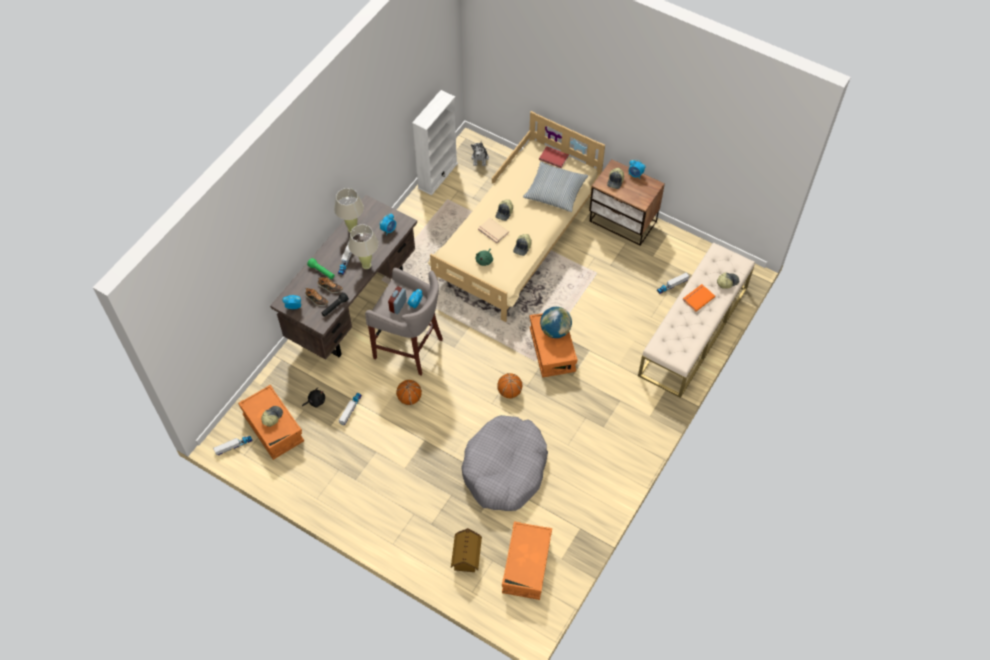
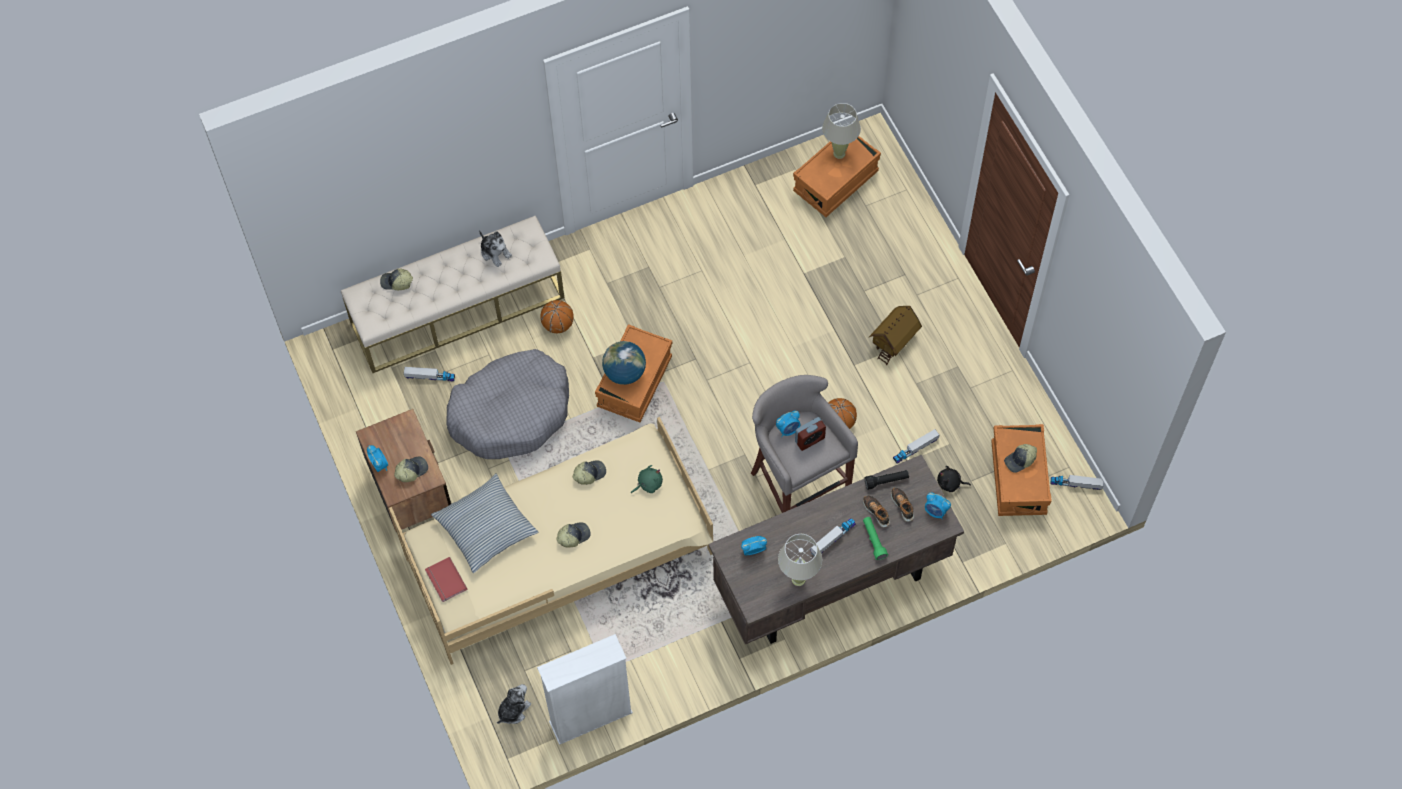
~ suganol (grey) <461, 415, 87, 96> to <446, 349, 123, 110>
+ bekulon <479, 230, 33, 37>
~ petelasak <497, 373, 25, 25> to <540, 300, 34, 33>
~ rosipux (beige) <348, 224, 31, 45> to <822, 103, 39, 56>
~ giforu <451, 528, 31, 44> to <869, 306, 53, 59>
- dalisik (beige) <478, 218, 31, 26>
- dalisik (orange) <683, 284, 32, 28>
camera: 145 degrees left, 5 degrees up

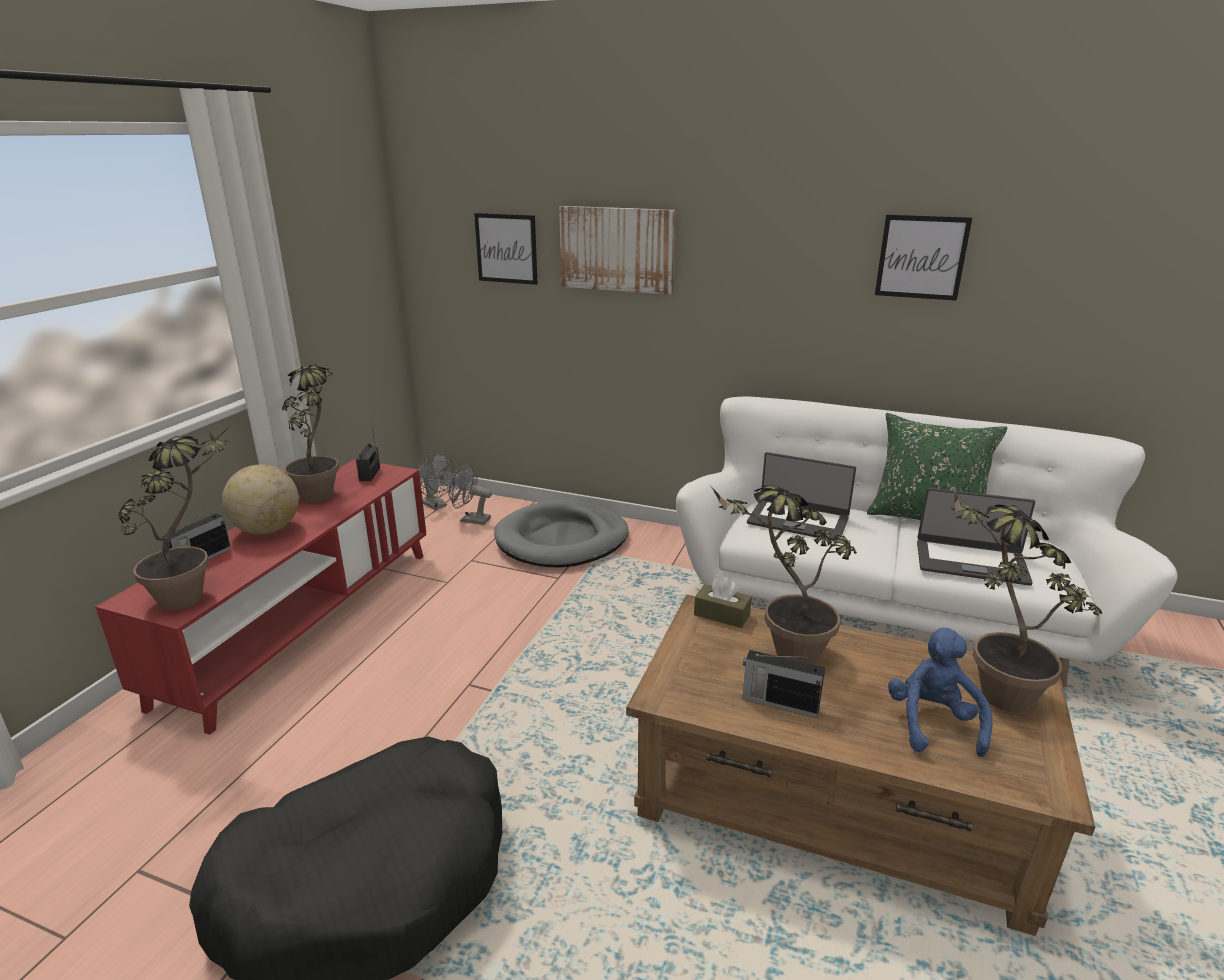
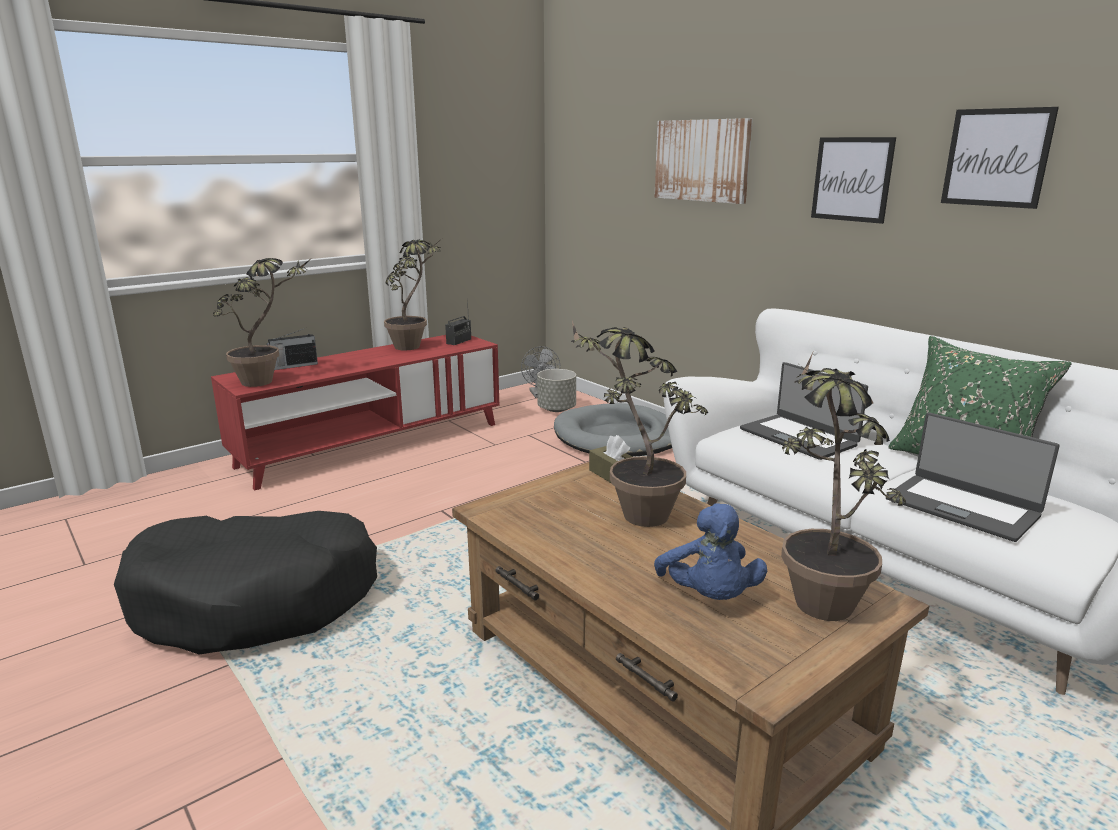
~ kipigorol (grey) <448, 464, 44, 61> to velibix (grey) <537, 369, 39, 43>
~ bekulon (blue) <888, 628, 105, 129> = <654, 504, 113, 96> 135 degrees clockwise
~ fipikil <474, 213, 64, 72> to <811, 137, 85, 87>
- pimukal <222, 465, 77, 69>
- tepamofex <743, 650, 82, 68>
camera: 30 degrees right, 5 degrees down

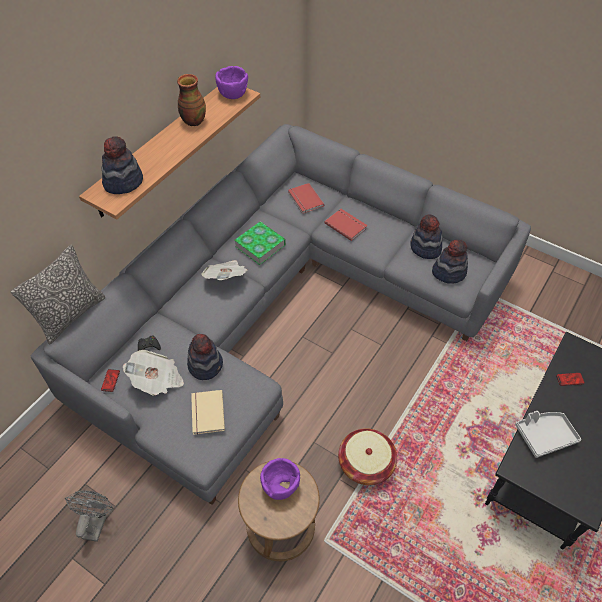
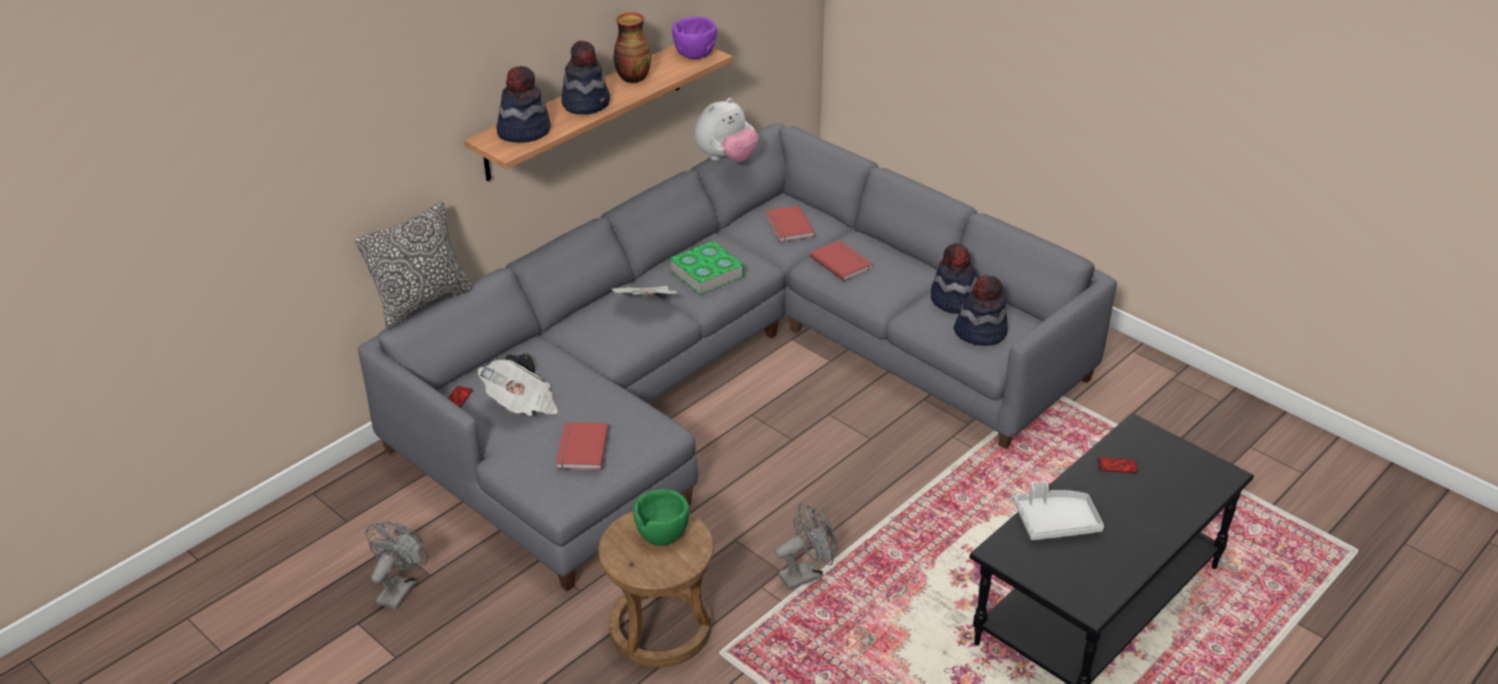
~ dalisik (beige) <191, 390, 34, 45> to dalisik (red) <556, 422, 53, 48>
~ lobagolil <187, 334, 36, 46> to <561, 40, 49, 74>
~ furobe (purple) <260, 458, 40, 42> to furobe (green) <634, 489, 55, 57>
+ bekulon <695, 97, 64, 65>
~ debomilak <338, 428, 59, 57> to kipigorol (grey) <775, 504, 62, 86>
camera: 10 degrees right, 15 degrees down

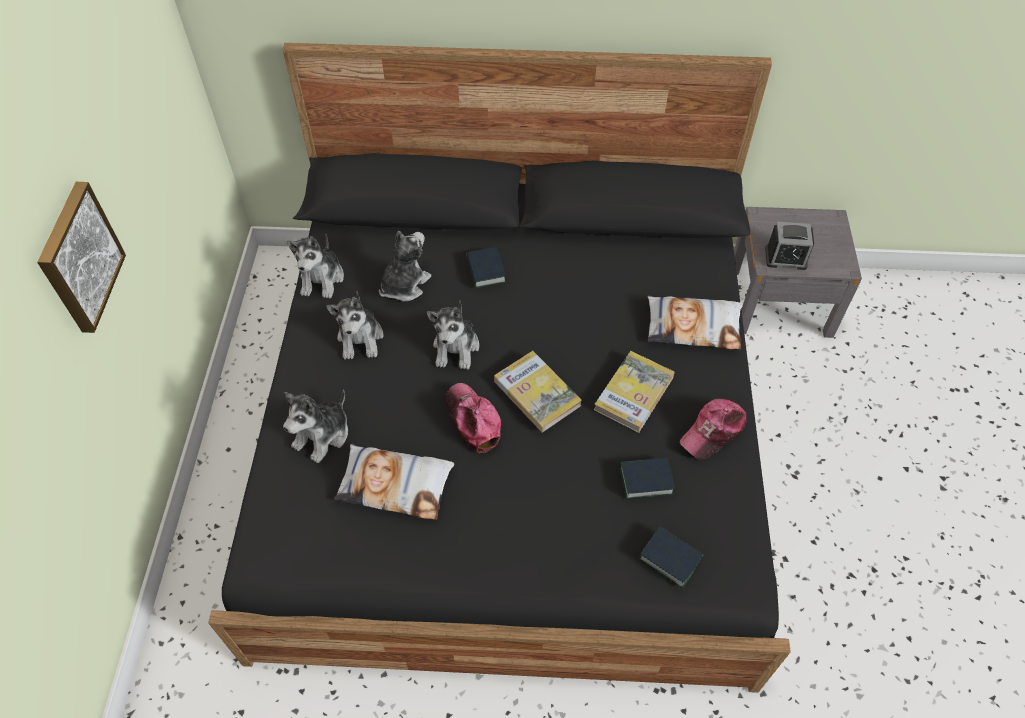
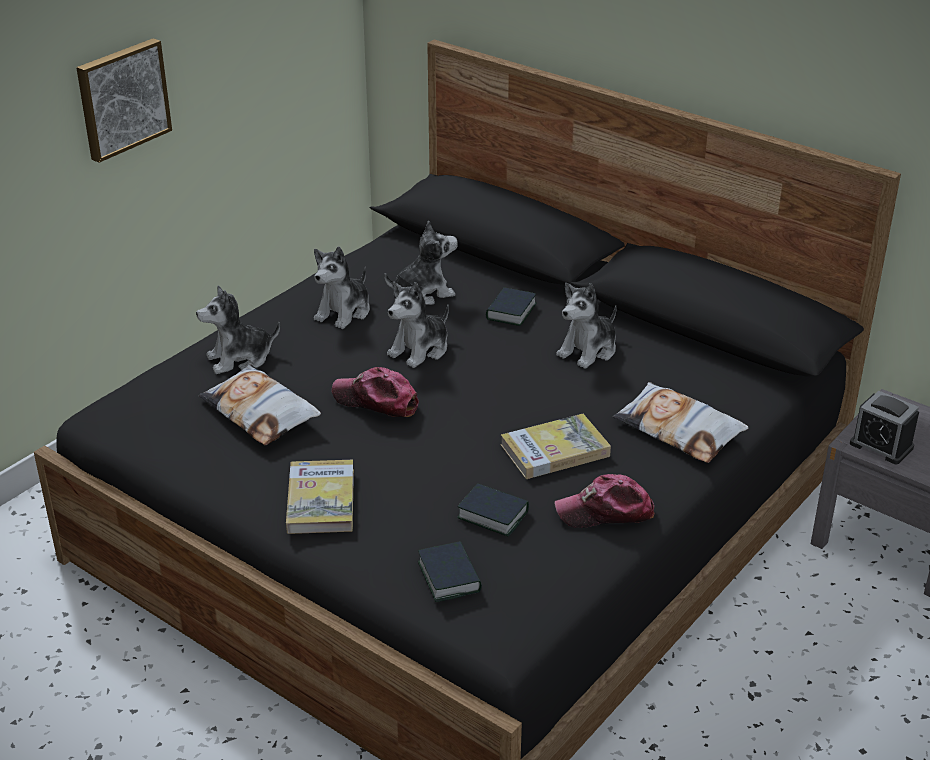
~ dalisik <494, 351, 88, 82> to <286, 460, 68, 74>
~ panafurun <446, 383, 55, 70> = <332, 367, 87, 50> 75 degrees counterclockwise
~ bekulon <286, 234, 58, 64> to <556, 283, 61, 86>
camera: 35 degrees right, 20 degrees down

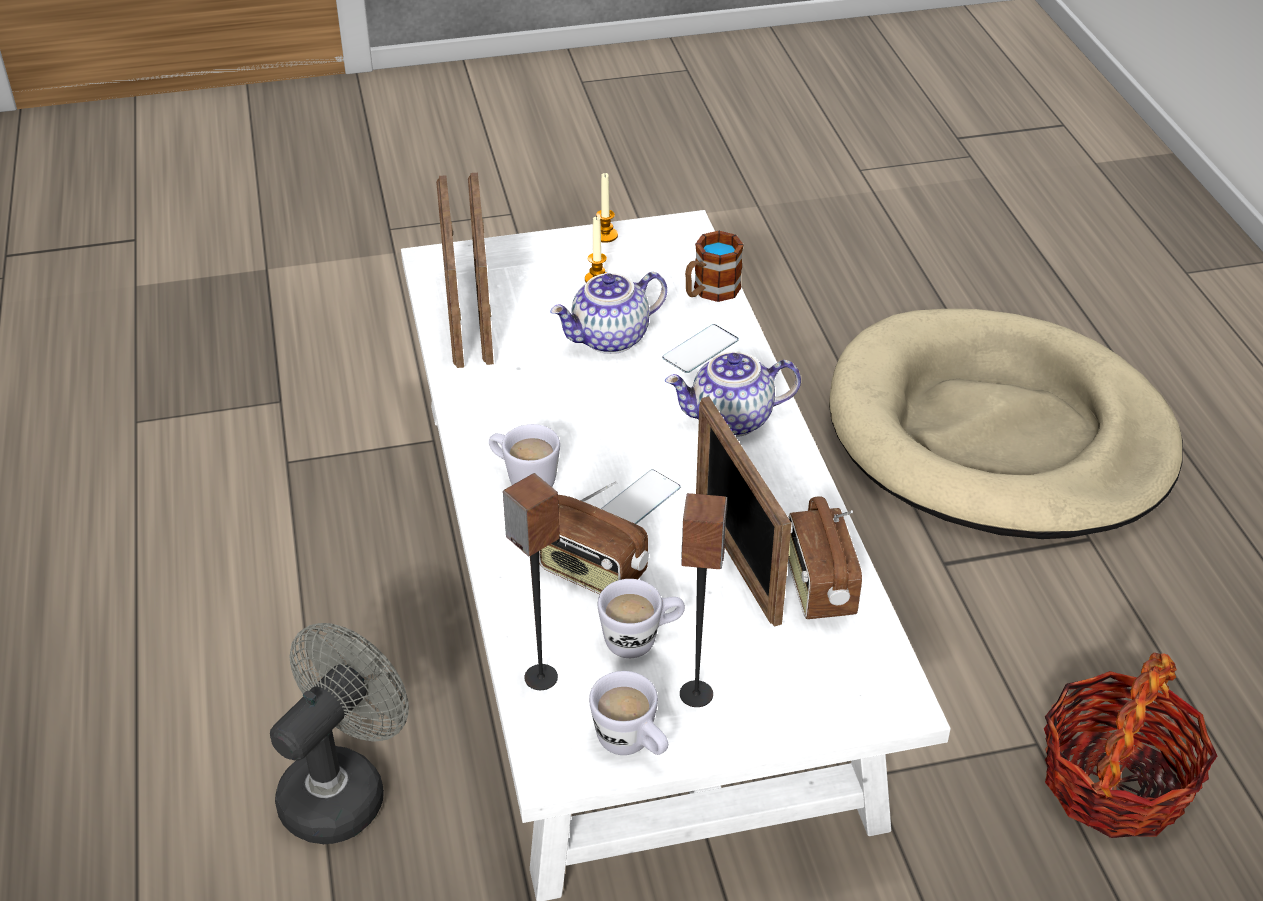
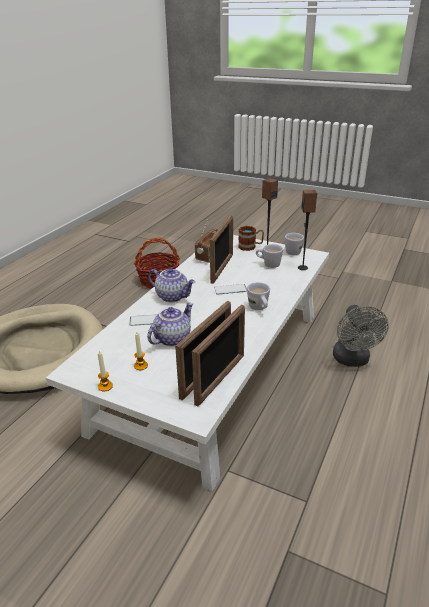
~ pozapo <550, 272, 117, 82> = <147, 303, 46, 43> 60 degrees counterclockwise
~ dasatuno <685, 231, 59, 71> to <238, 226, 26, 25>
~ kipigorol (grey) <270, 623, 139, 221> = <333, 305, 56, 62> 75 degrees counterclockwise
- tepamofex <539, 481, 110, 113>
camera: 140 degrees left, 10 degrees down

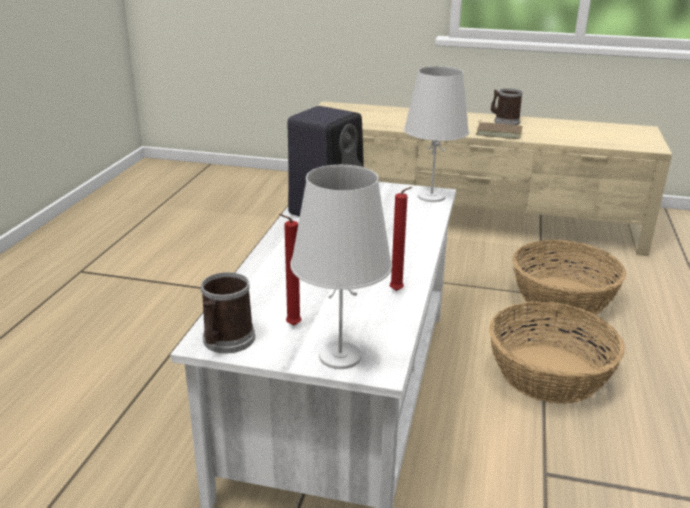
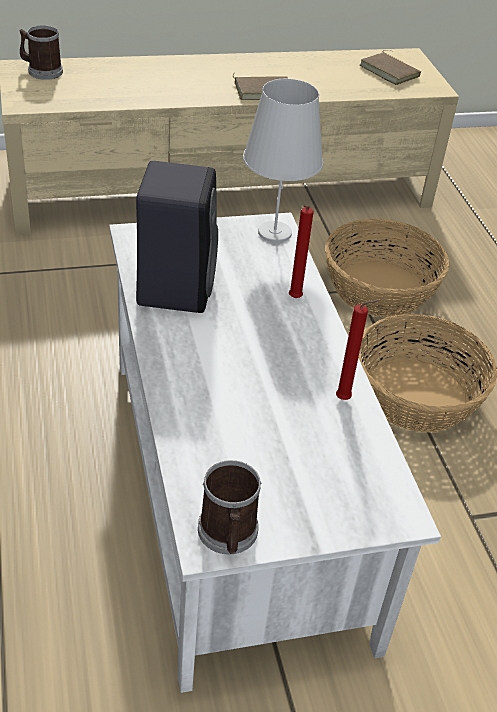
~ dasatuno <491, 89, 32, 36> to <20, 26, 43, 54>
~ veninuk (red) <279, 214, 23, 111> to <289, 205, 25, 93>
+ dalisik (brown) <360, 50, 61, 35>
- rosipux (white) <290, 165, 102, 204>
camera: 30 degrees left, 15 degrees up

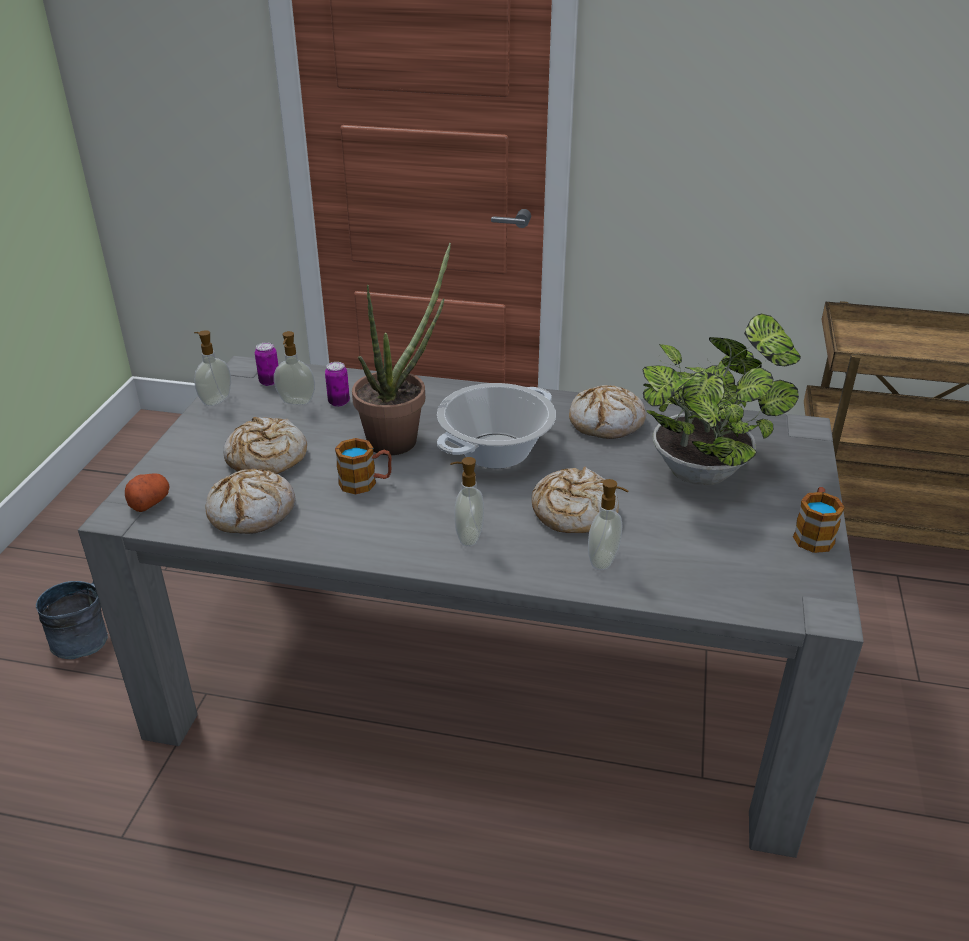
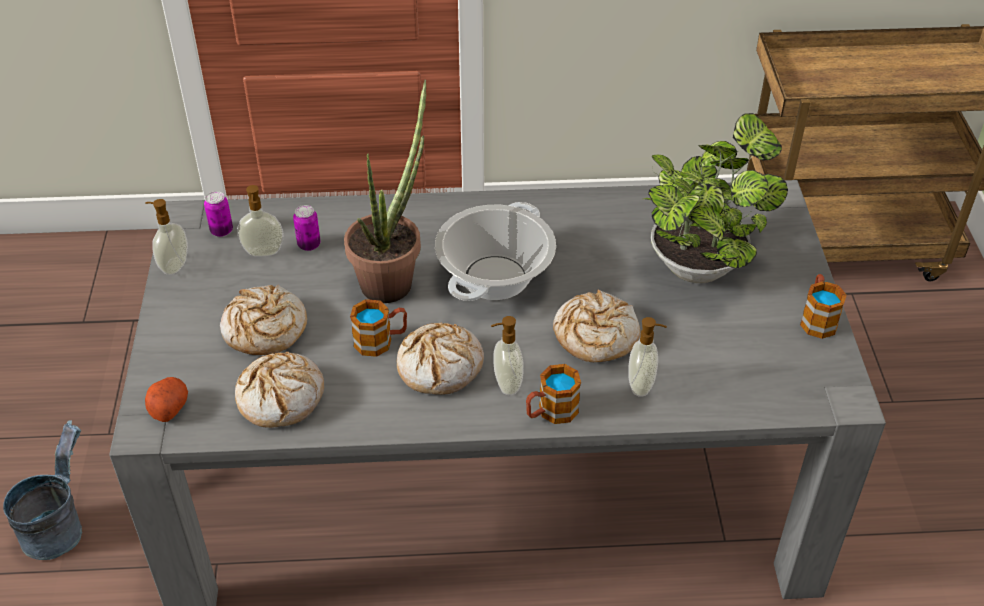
~ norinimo <569, 385, 77, 54> to <397, 323, 87, 72>
+ dasatuno <526, 364, 55, 60>
camera: 15 degrees left, 10 degrees up

